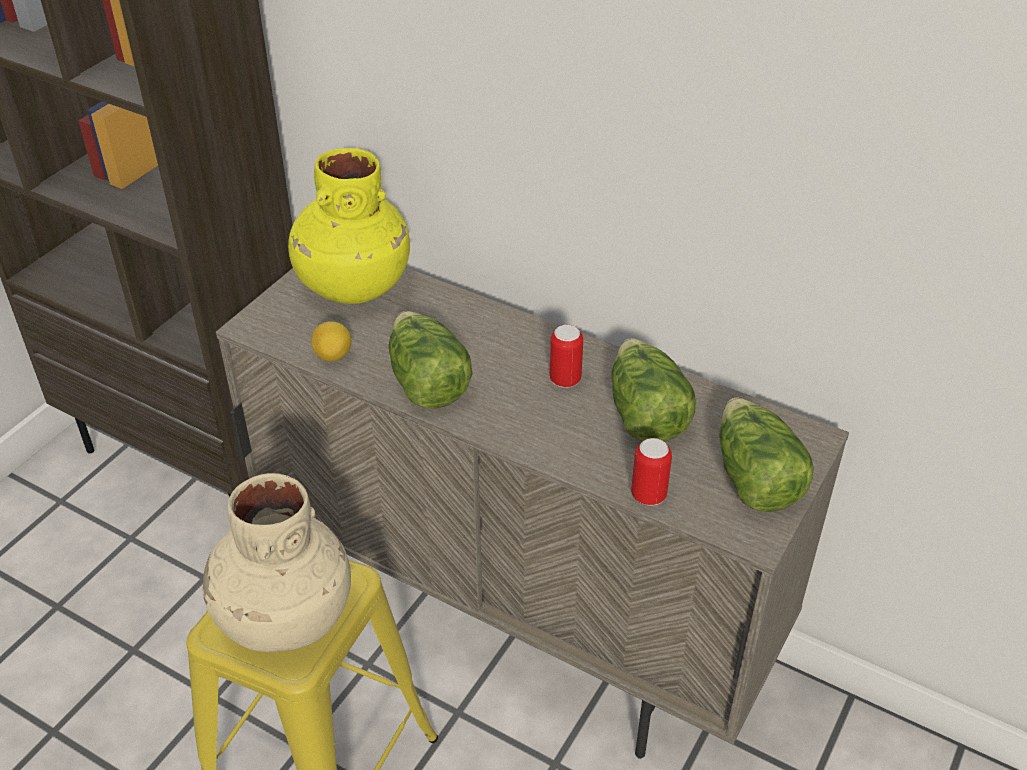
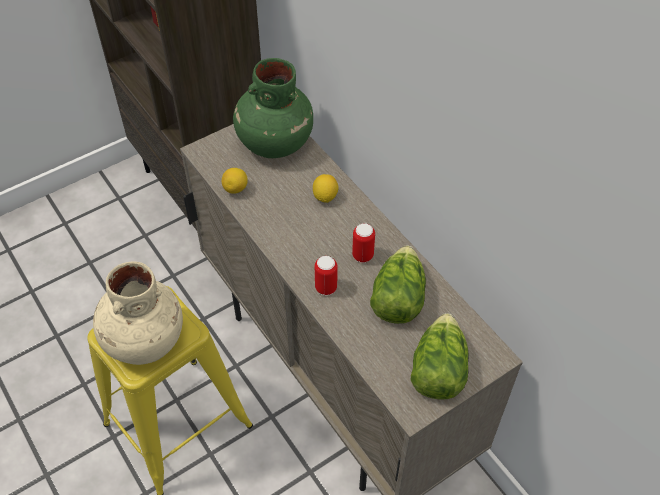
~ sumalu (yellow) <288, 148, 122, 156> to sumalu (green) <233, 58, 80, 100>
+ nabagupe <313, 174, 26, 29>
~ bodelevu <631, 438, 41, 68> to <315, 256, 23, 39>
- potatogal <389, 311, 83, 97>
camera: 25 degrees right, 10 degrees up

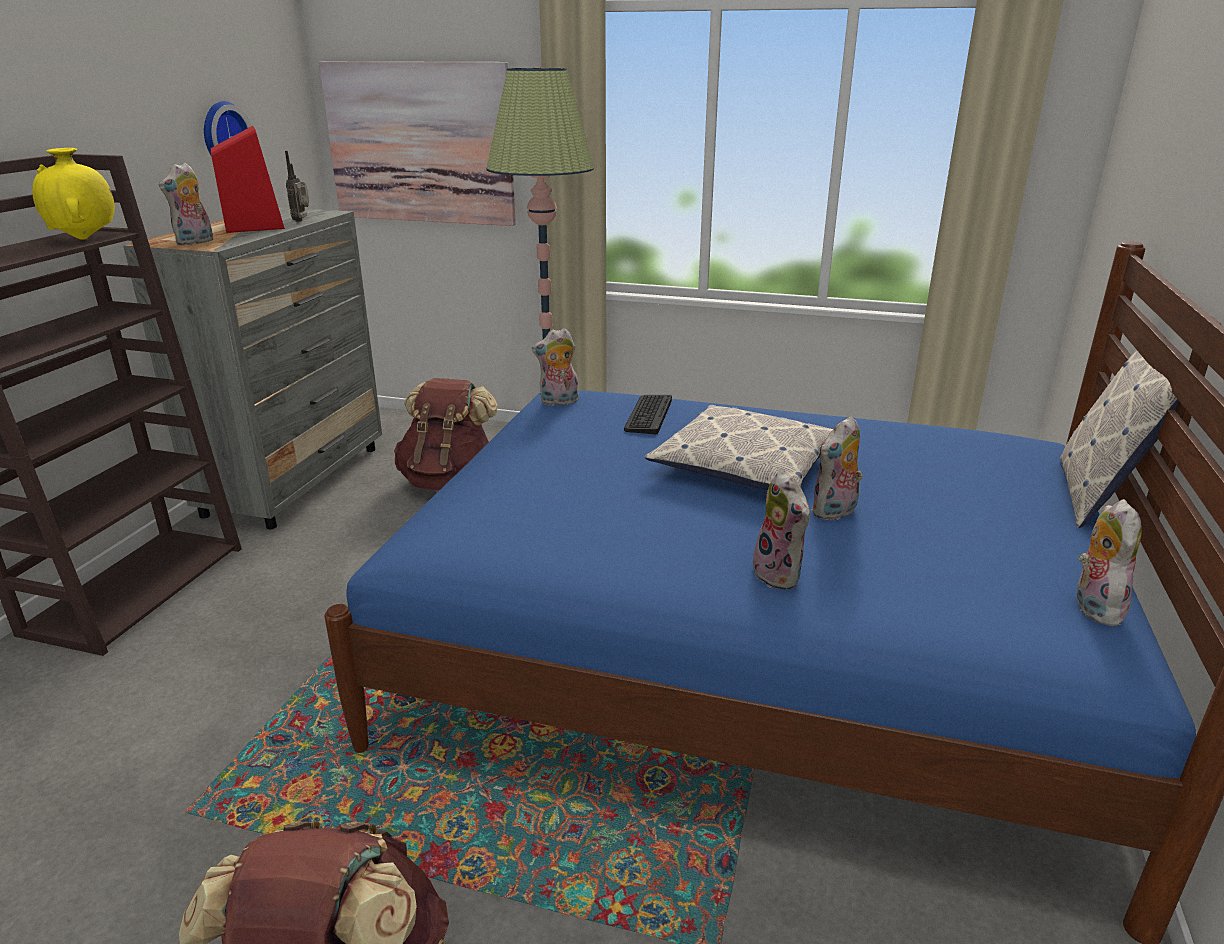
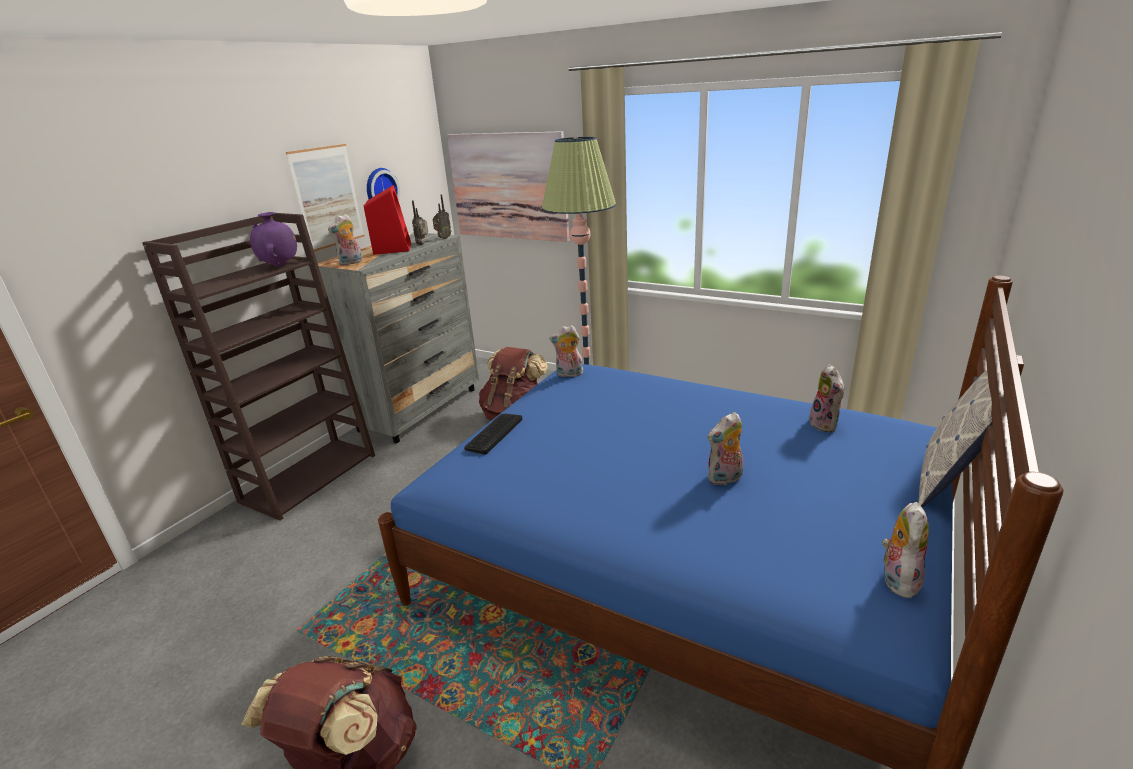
~ sumalu (yellow) <32, 148, 83, 92> to sumalu (purple) <250, 212, 47, 55>
+ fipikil <286, 144, 79, 107>
+ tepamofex <432, 195, 19, 44>
~ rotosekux <624, 395, 48, 39> to <464, 414, 58, 41>
~ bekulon <748, 469, 62, 121> to <809, 364, 35, 68>
- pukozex <644, 405, 189, 85>
camera: 15 degrees right, 0 degrees up

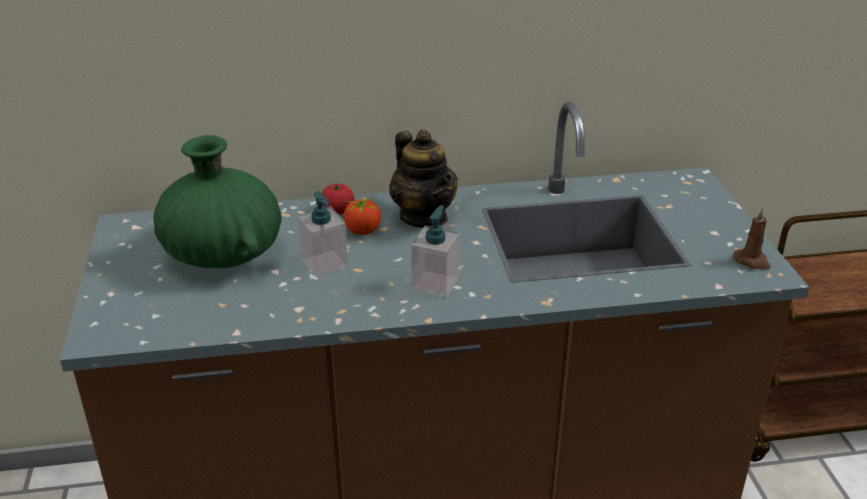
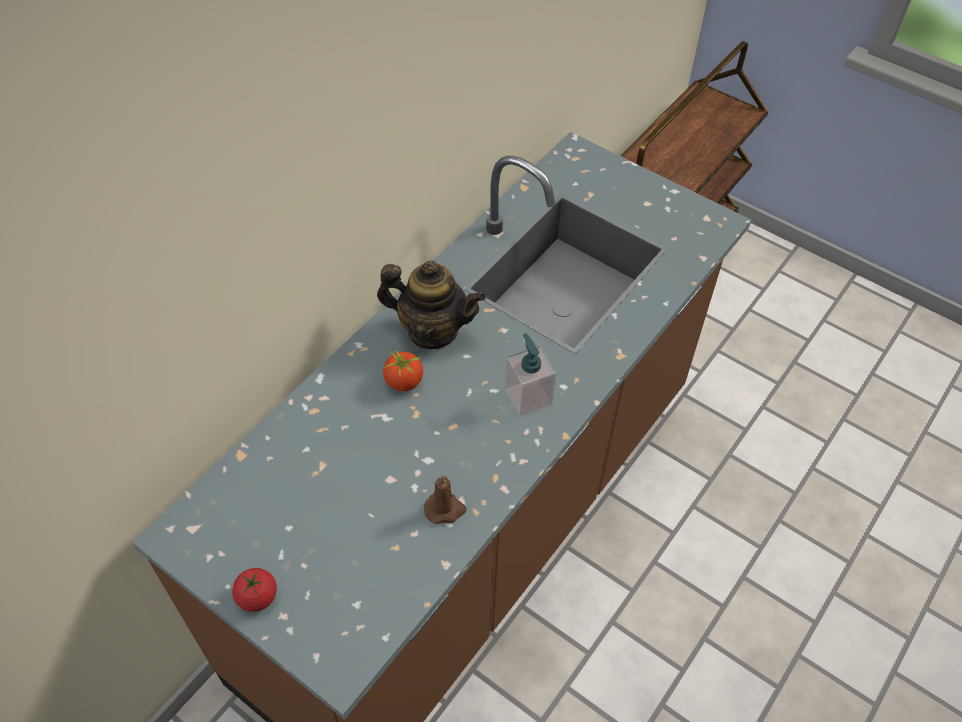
~ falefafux <322, 184, 32, 31> to <232, 568, 45, 44>
~ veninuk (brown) <733, 208, 38, 62> to <424, 475, 43, 49>
- sumalu (green) <153, 135, 129, 133>
- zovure <297, 191, 51, 86>
camera: 45 degrees left, 20 degrees up

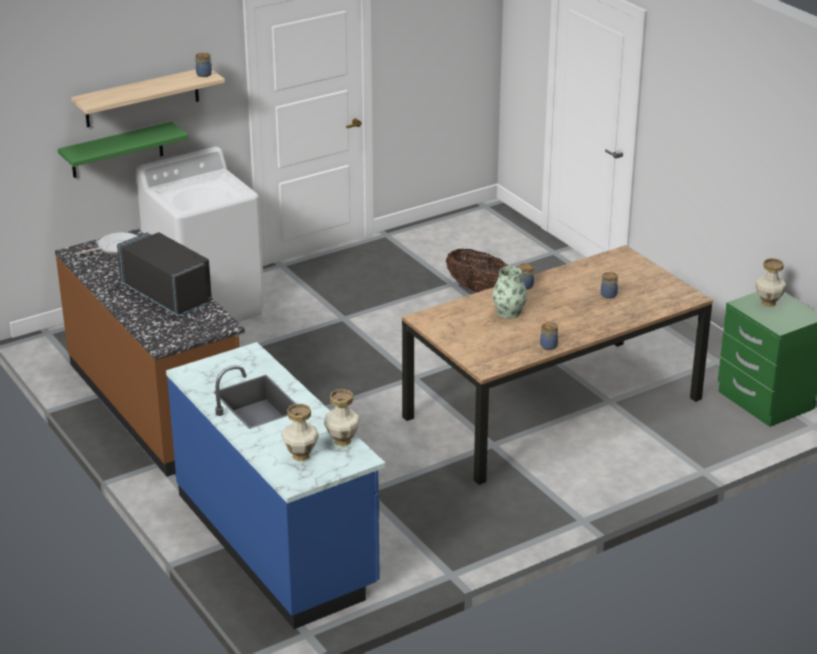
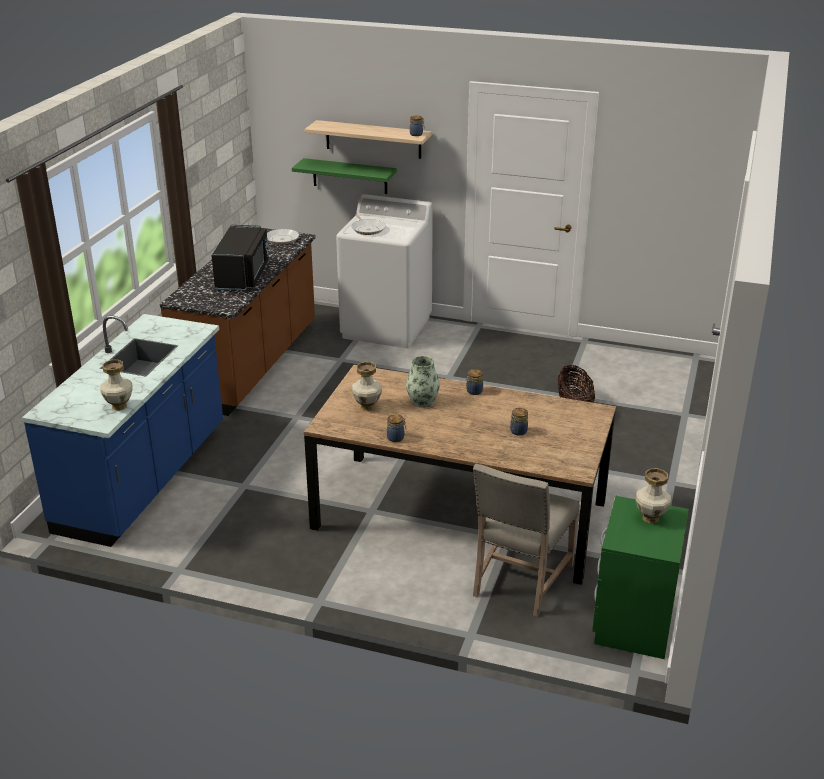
+ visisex <351, 214, 35, 21>
~ sumalu <281, 404, 38, 57> to <352, 362, 30, 49>
+ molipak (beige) <473, 463, 107, 154>
camera: 50 degrees right, 0 degrees up

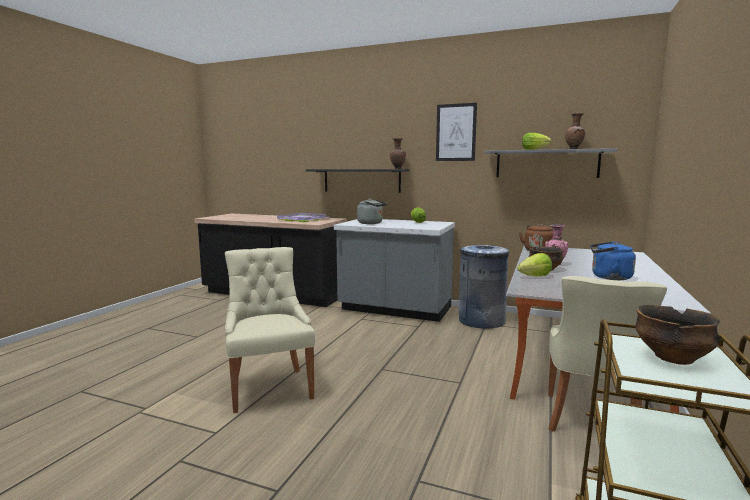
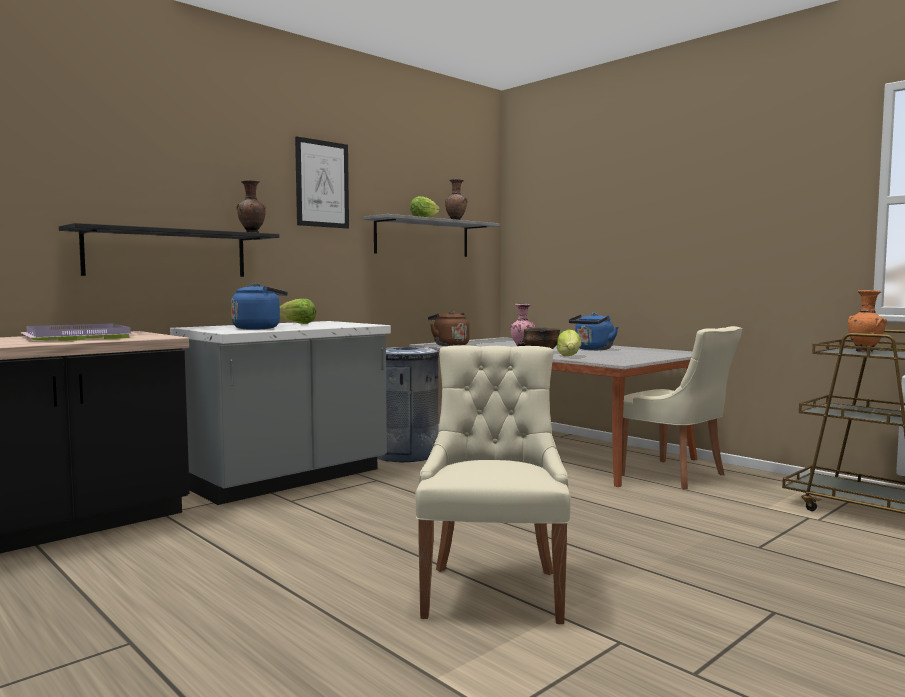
~ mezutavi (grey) <357, 198, 30, 26> to mezutavi (blue) <231, 283, 57, 47>
~ molipak (beige) <225, 247, 90, 166> = <415, 345, 156, 279> 90 degrees clockwise
~ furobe <636, 305, 84, 60> to sumalu (orange) <848, 290, 39, 62>
camera: 65 degrees left, 5 degrees down

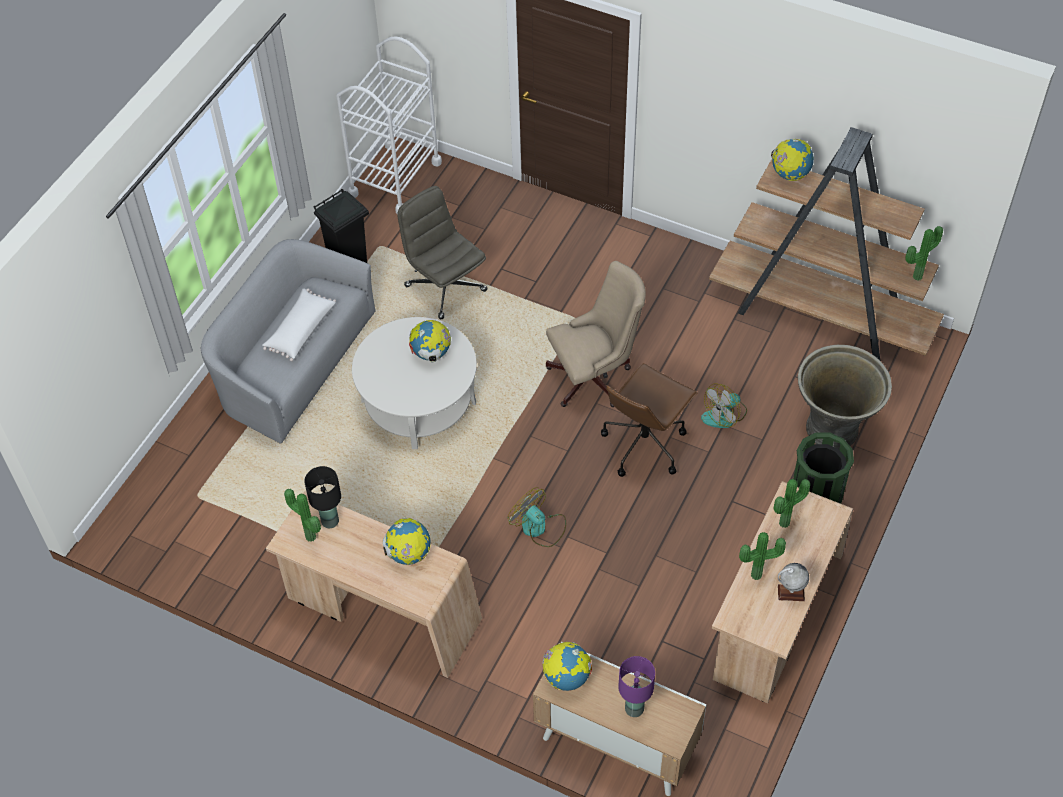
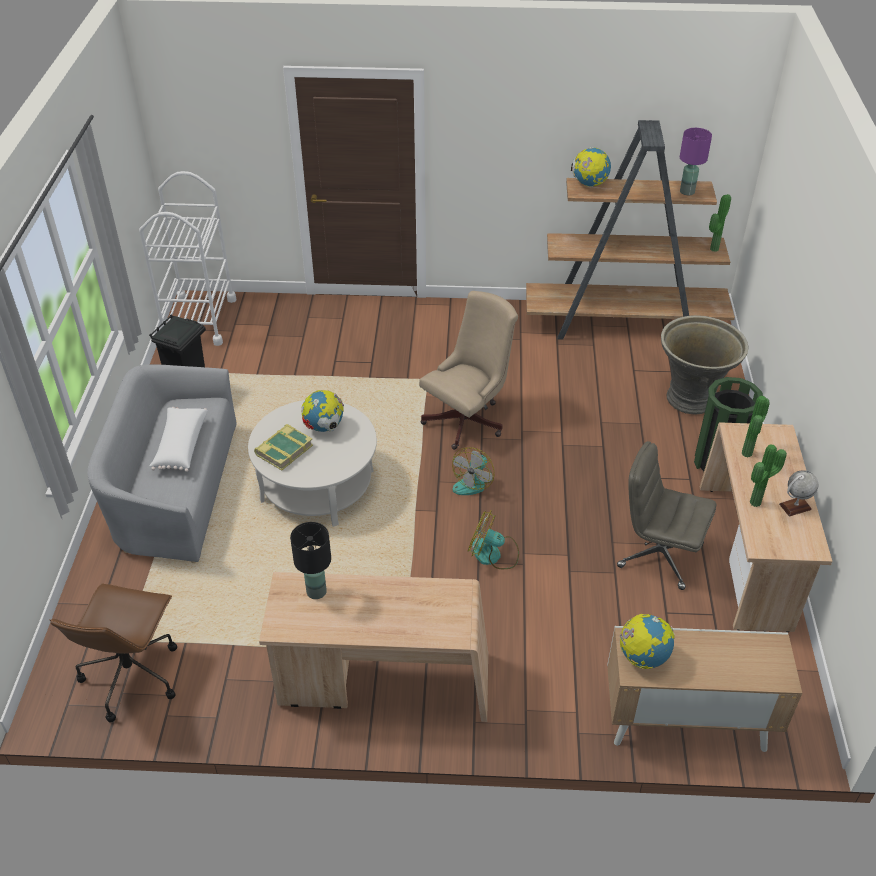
~ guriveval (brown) <601, 363, 97, 114> to <50, 584, 127, 138>
+ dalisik <254, 424, 59, 47>
~ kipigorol <701, 384, 46, 44> to <452, 447, 42, 48>
~ guriveval (grey) <397, 186, 91, 133> to <617, 441, 99, 149>
~ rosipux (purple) <618, 656, 37, 61> to <680, 128, 32, 67>
- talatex <284, 489, 37, 53>
- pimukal <383, 517, 48, 48>
camera: 25 degrees left, 10 degrees down

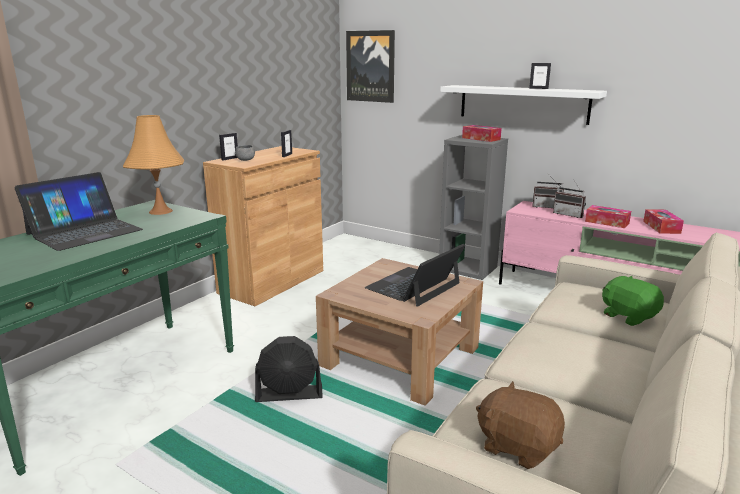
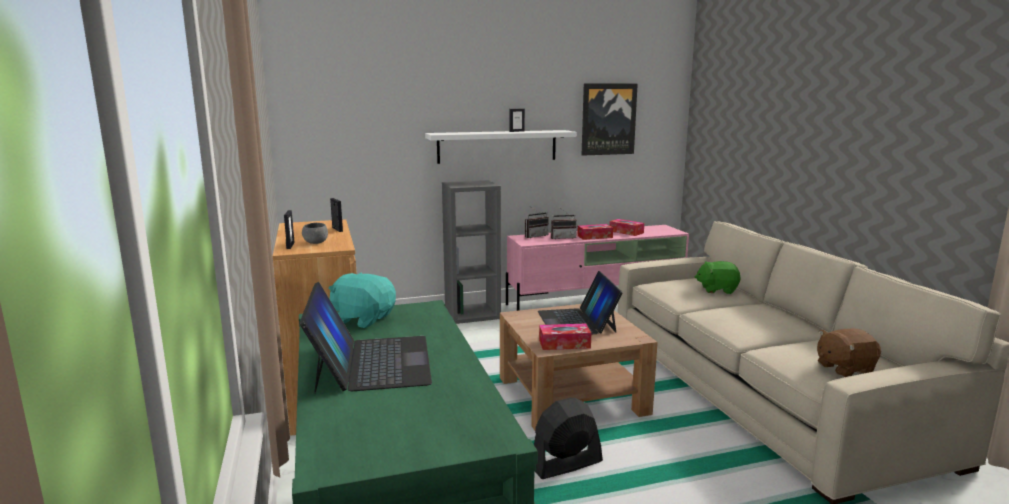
~ rosipux (orange) <123, 115, 61, 100> to bekulon (turquoise) <329, 272, 67, 56>
~ kipigorol (black) <255, 336, 68, 66> = <534, 397, 69, 82> 150 degrees counterclockwise
~ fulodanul <462, 125, 40, 17> to <539, 324, 52, 26>
~ fipikil <346, 30, 49, 73> to <582, 83, 56, 73>
camera: 50 degrees left, 5 degrees down

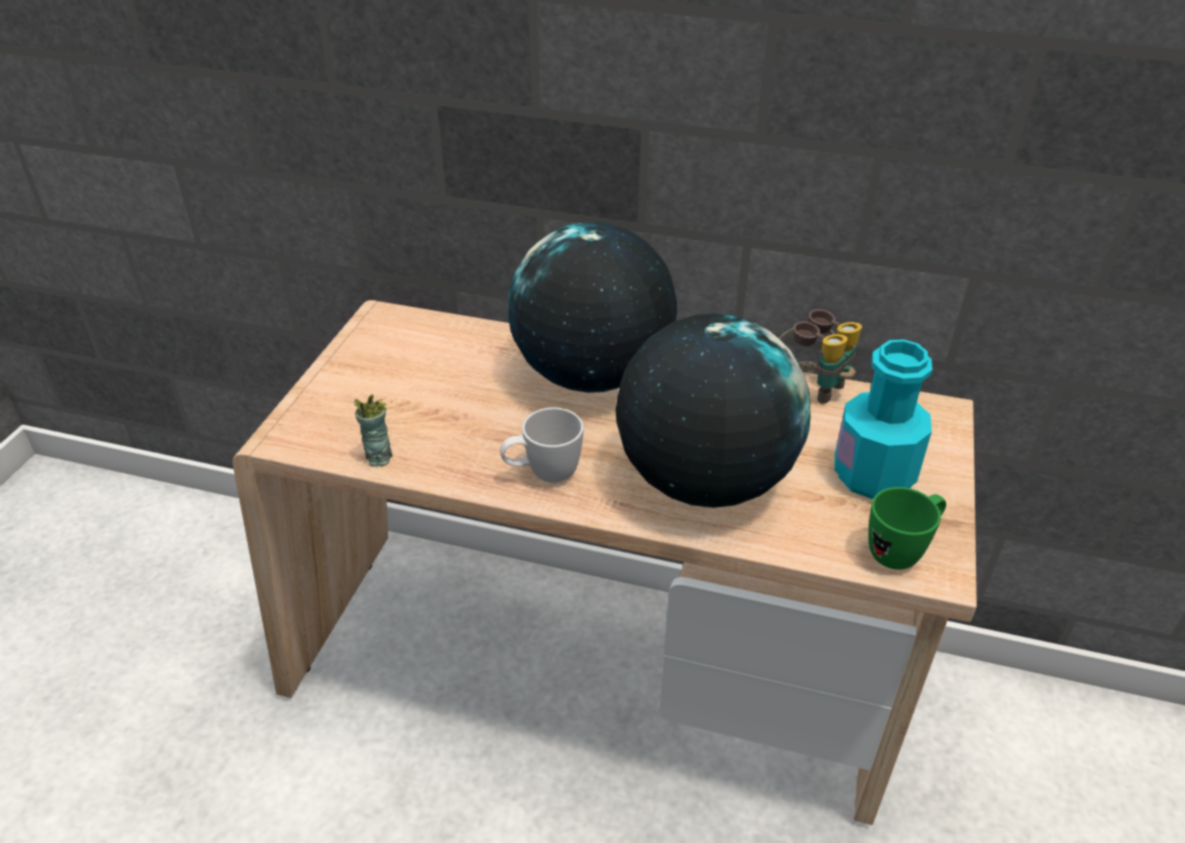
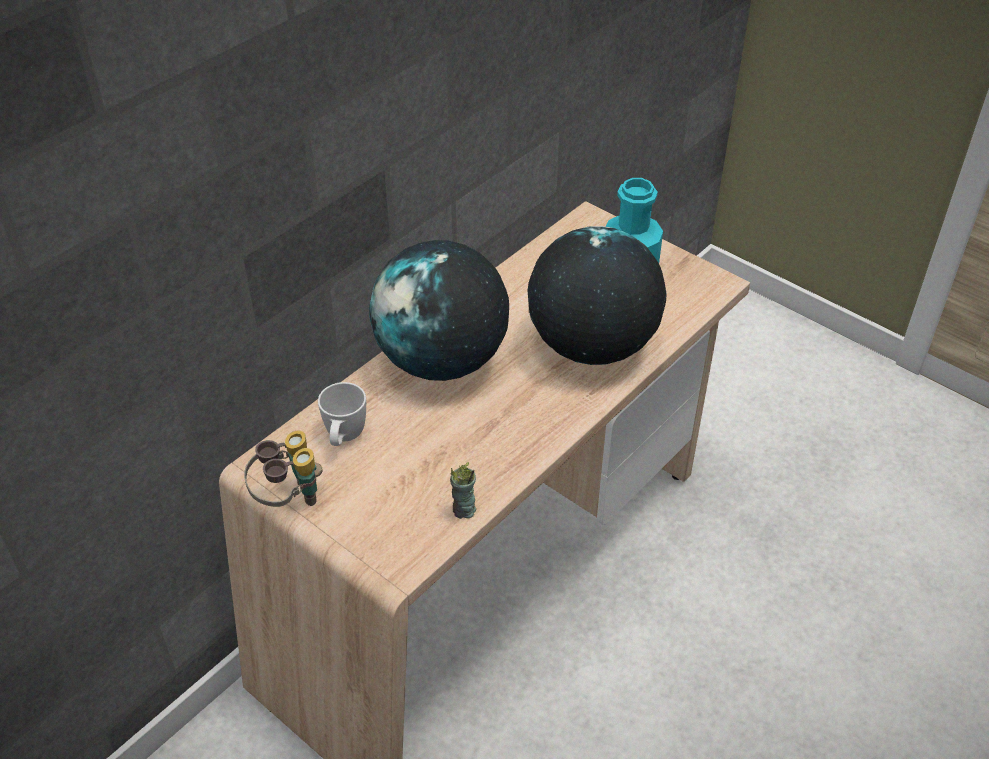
~ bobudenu <779, 309, 83, 95> to <244, 431, 79, 76>
~ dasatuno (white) <500, 407, 84, 76> to <318, 382, 48, 64>
- dasatuno (green) <868, 487, 78, 83>
camera: 65 degrees left, 5 degrees up

